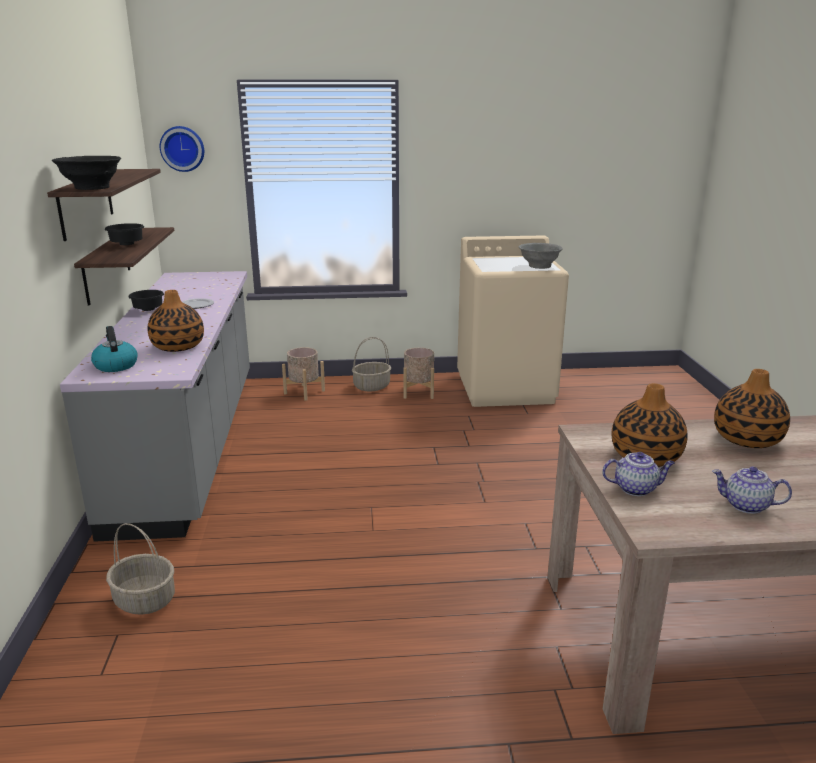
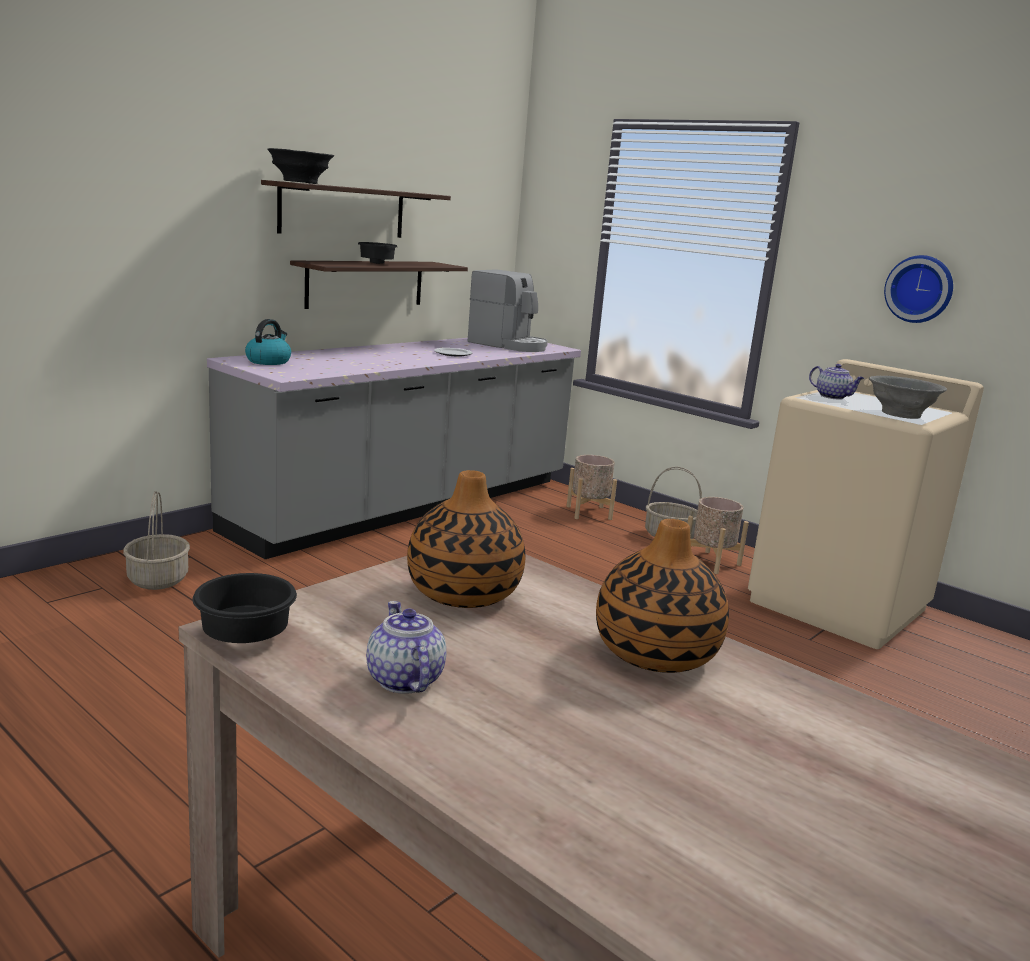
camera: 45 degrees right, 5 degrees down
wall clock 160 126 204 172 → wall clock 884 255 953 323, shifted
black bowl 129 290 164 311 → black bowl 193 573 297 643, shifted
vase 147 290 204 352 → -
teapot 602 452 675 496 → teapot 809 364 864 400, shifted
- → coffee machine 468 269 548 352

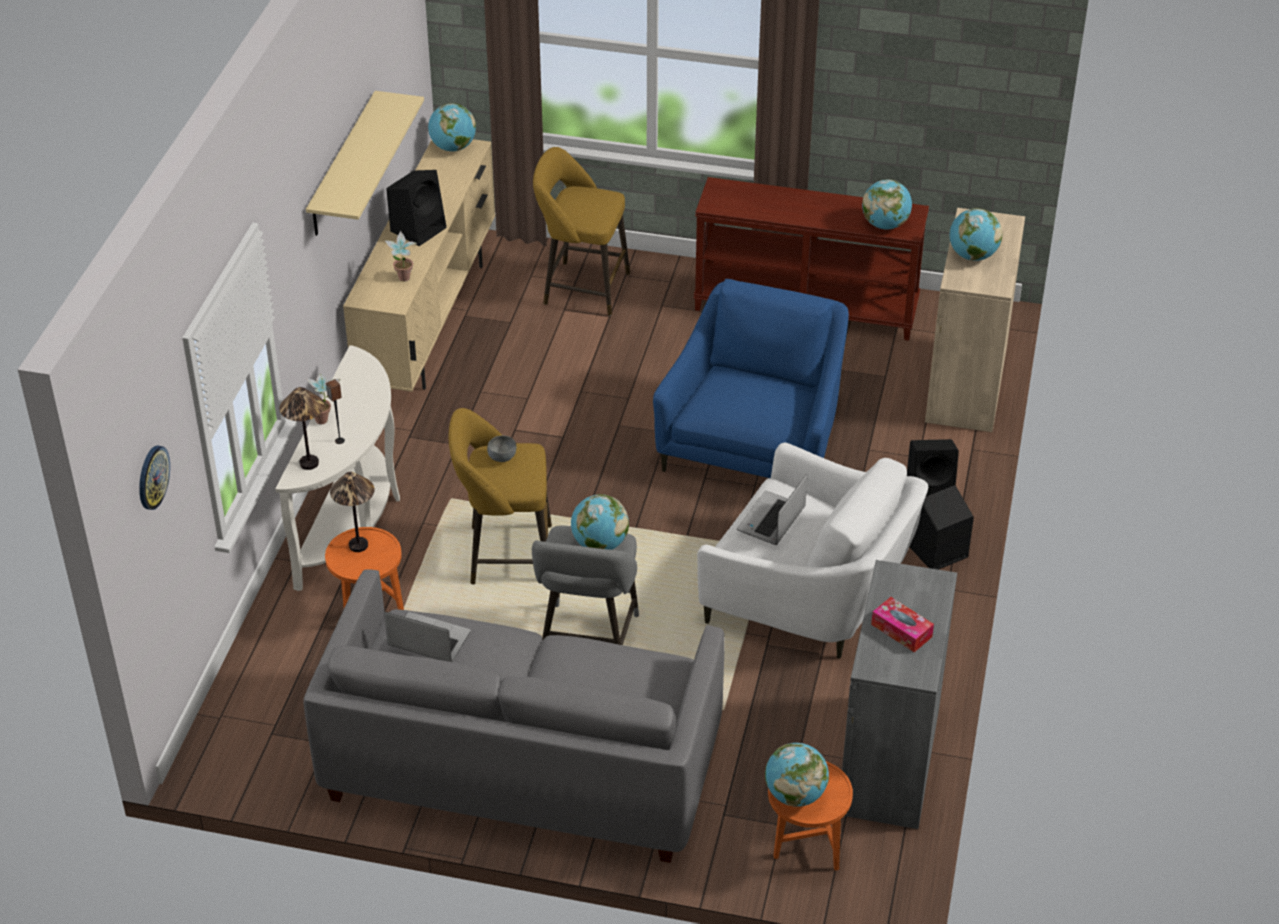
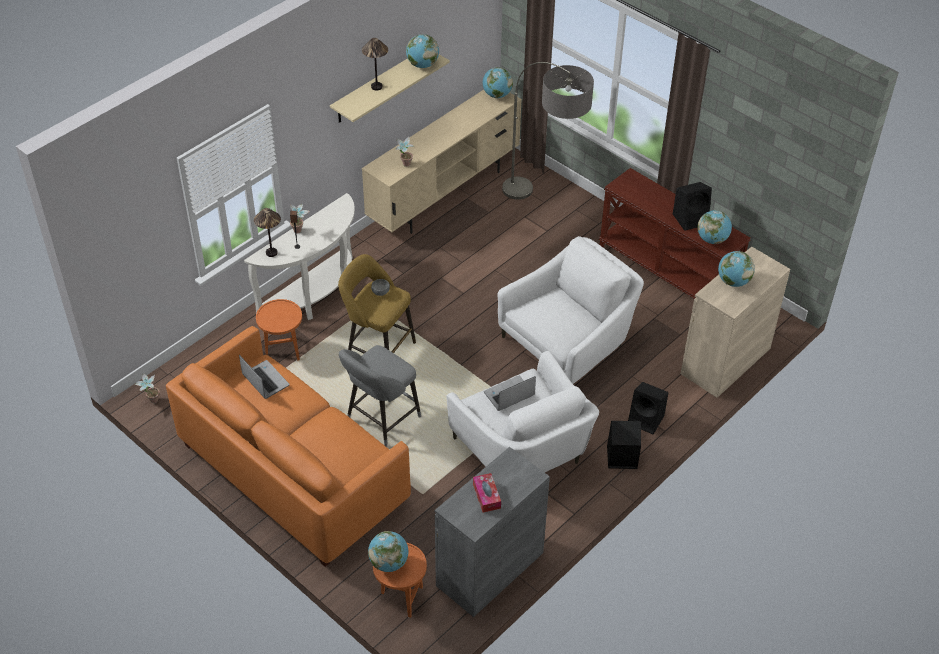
camera: 30 degrees right, 5 degrees up
yellow stool 533 147 630 316 → floor lamp 502 62 594 200
black speaker 386 170 447 246 → black speaker 673 182 712 231, shifted
blue armchair 653 279 849 478 → white armchair 497 236 644 384
wall clock 139 445 170 510 → -
table lamp 330 472 375 552 → table lamp 362 38 388 91, shifted
globe 571 494 629 550 → globe 406 34 439 68, shifted
grey sofa 303 569 724 863 → orange sofa 166 326 411 567
- → potted plant 134 373 159 403

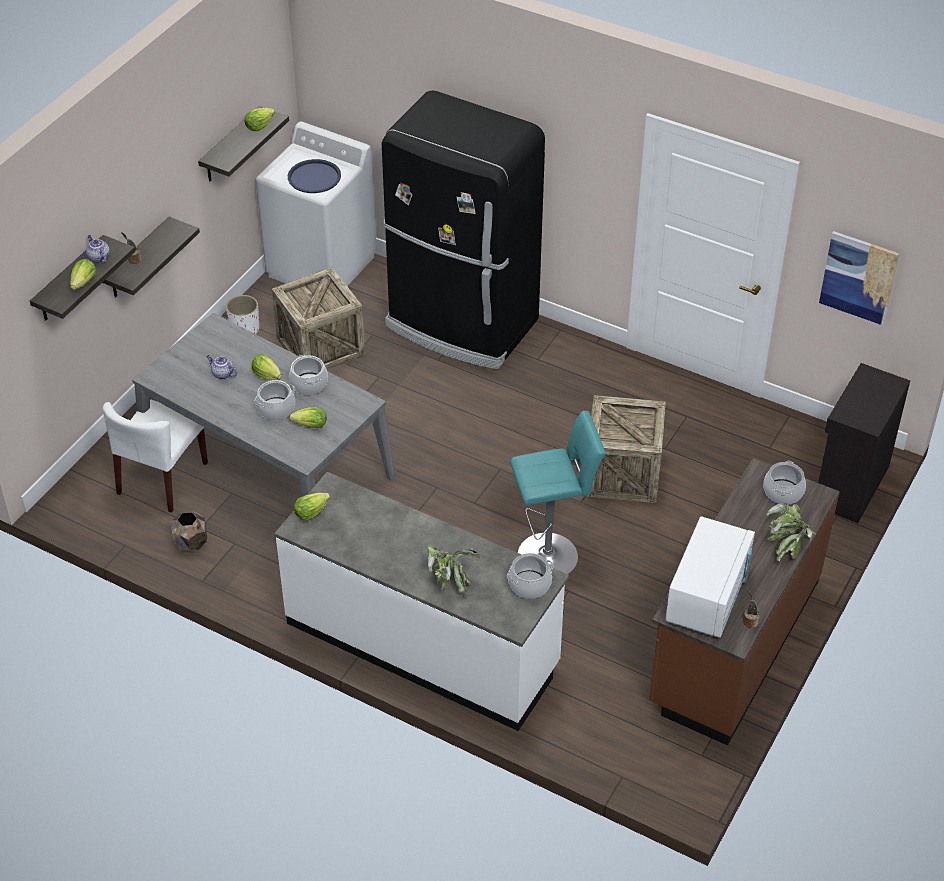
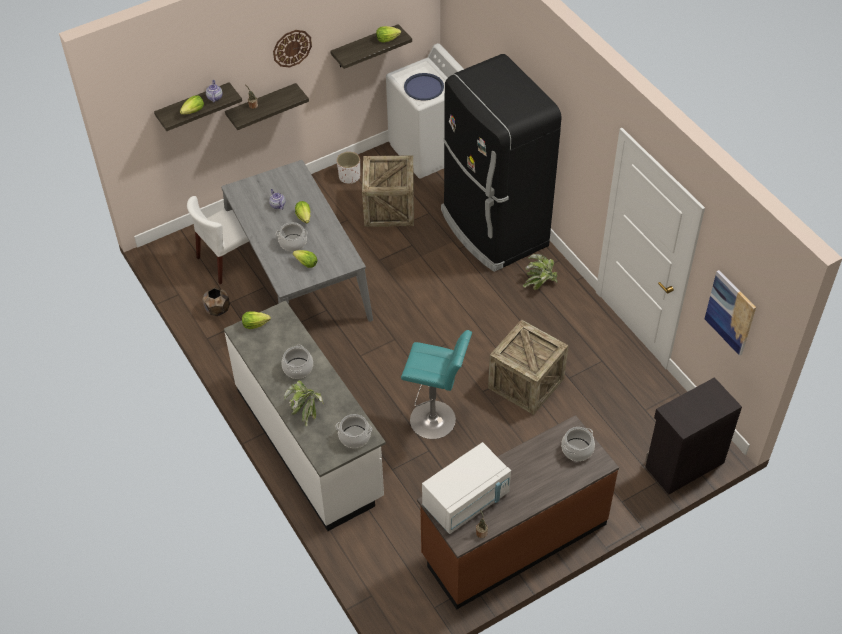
camera: 30 degrees right, 5 degrees up
cooking pot 289 355 328 395 → cooking pot 281 345 313 379, shifted
potted plant 766 503 816 561 → potted plant 523 254 558 290, shifted
- → wall clock 273 30 312 68

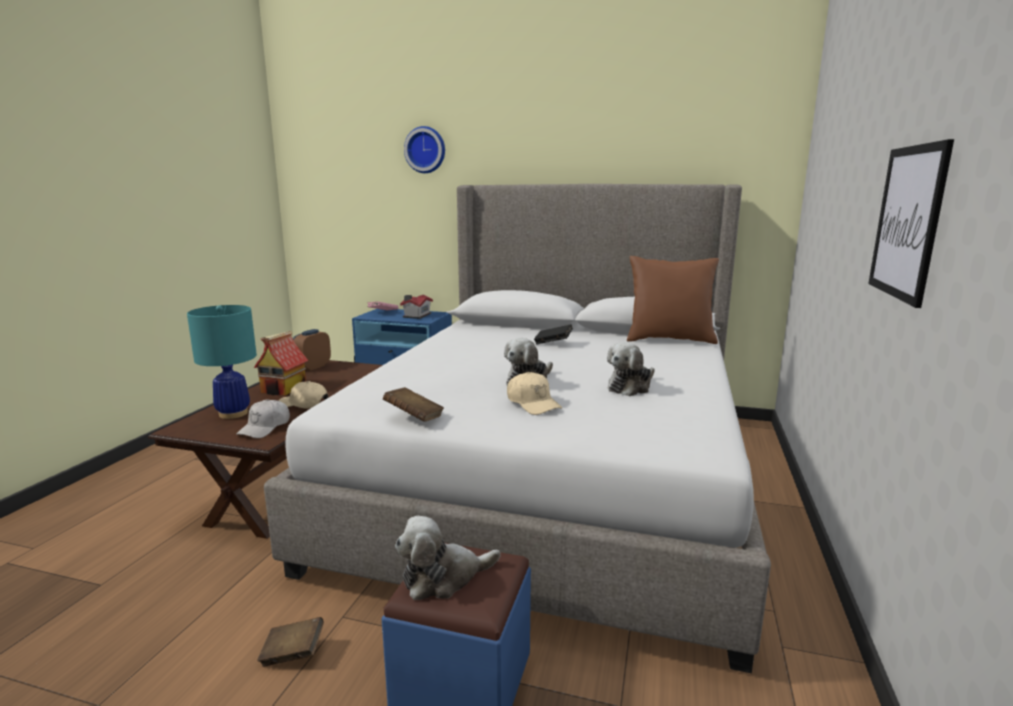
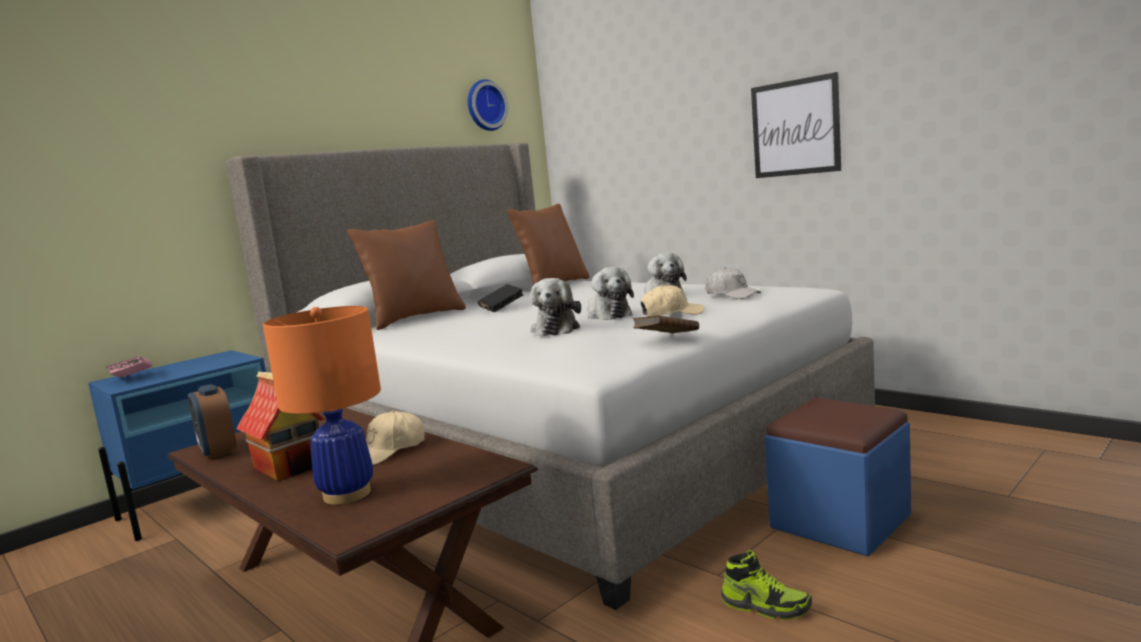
camera: 60 degrees left, 5 degrees down
wall clock 404 126 445 173 → wall clock 468 79 508 131, shifted
toy house 400 295 433 319 → -
turquoise table lamp 187 305 257 419 → orange table lamp 263 306 381 505
white cap 236 399 290 438 → white cap 706 267 762 299, shifted
plush toy 395 516 501 600 → plush toy 530 278 581 336, shifted
brown book 257 617 324 667 → shoe 721 550 812 620
- → brown pillow 347 220 466 330

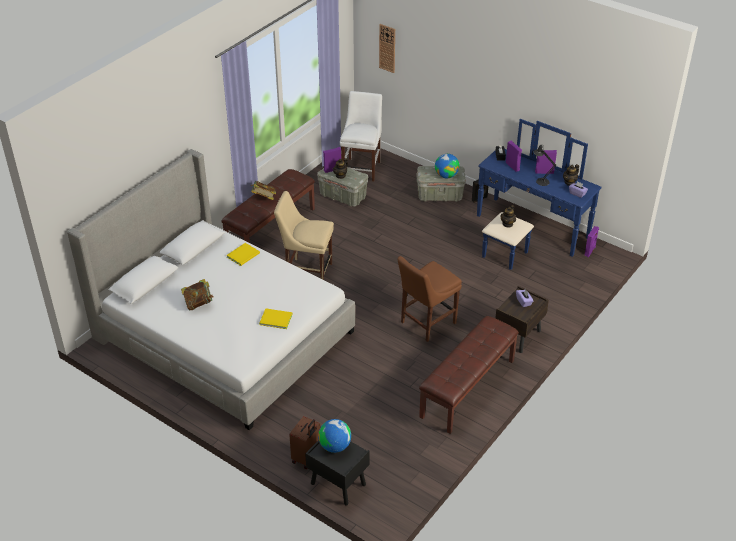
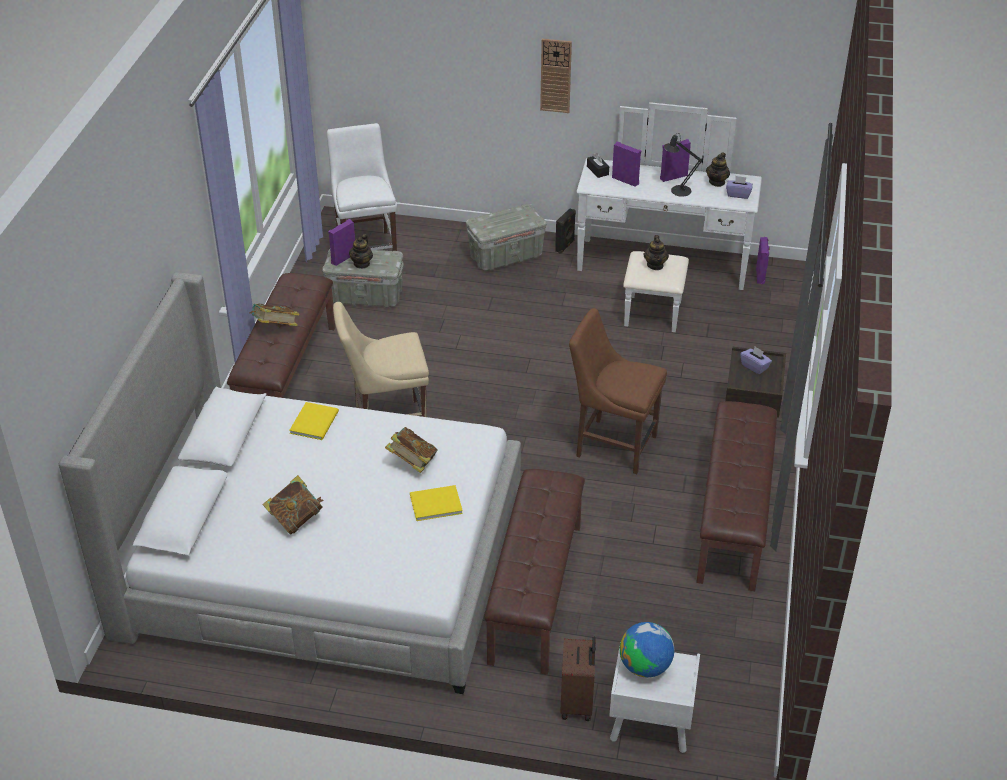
camera: 25 degrees left, 0 degrees up
wall clock 379 24 395 73 → wall clock 540 39 572 113, shifted
blue dresser 477 119 602 270 → white dresser 576 102 762 332
globe 435 154 460 178 → -
brown chair 397 256 462 342 → brown chair 569 308 667 474, 90 degrees clockwise
black nightstand 305 440 369 505 → white nightstand 609 647 700 753
- → book 385 427 438 473
- → brown bench 484 469 585 675

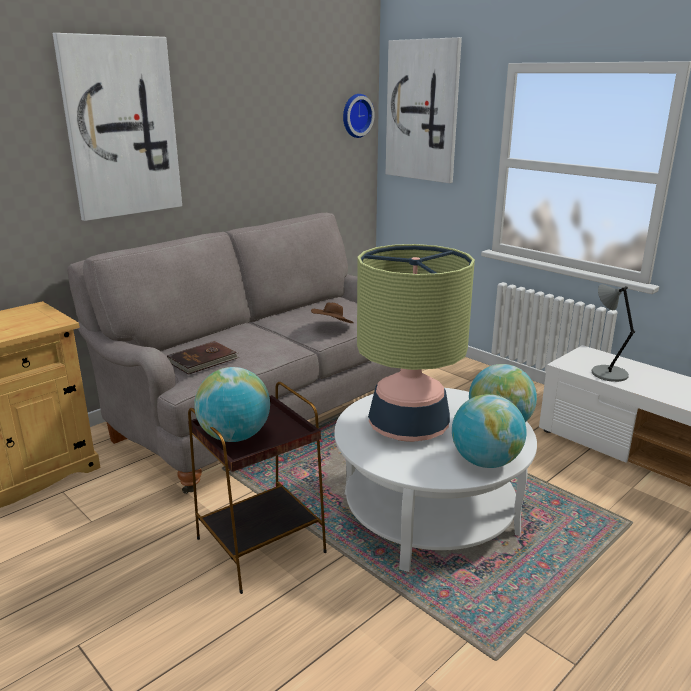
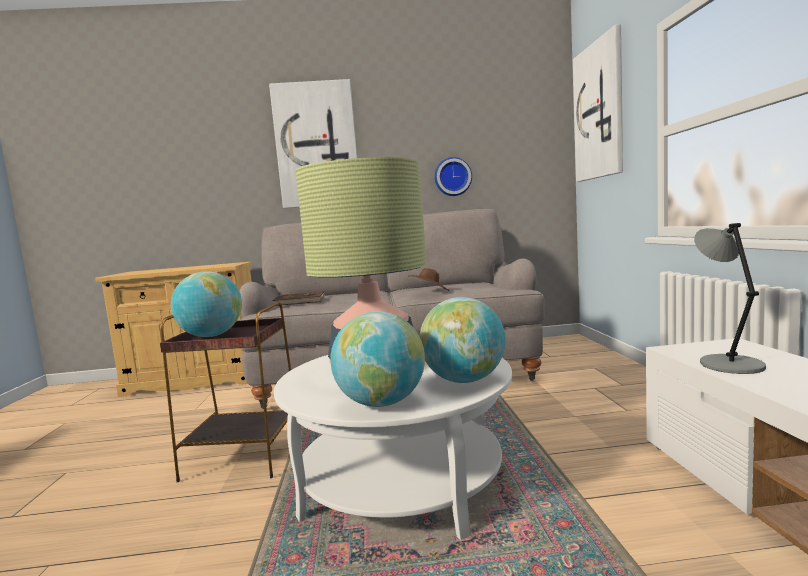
camera: 40 degrees right, 15 degrees down
wall clock 343 94 375 138 → wall clock 435 157 472 196, shifted

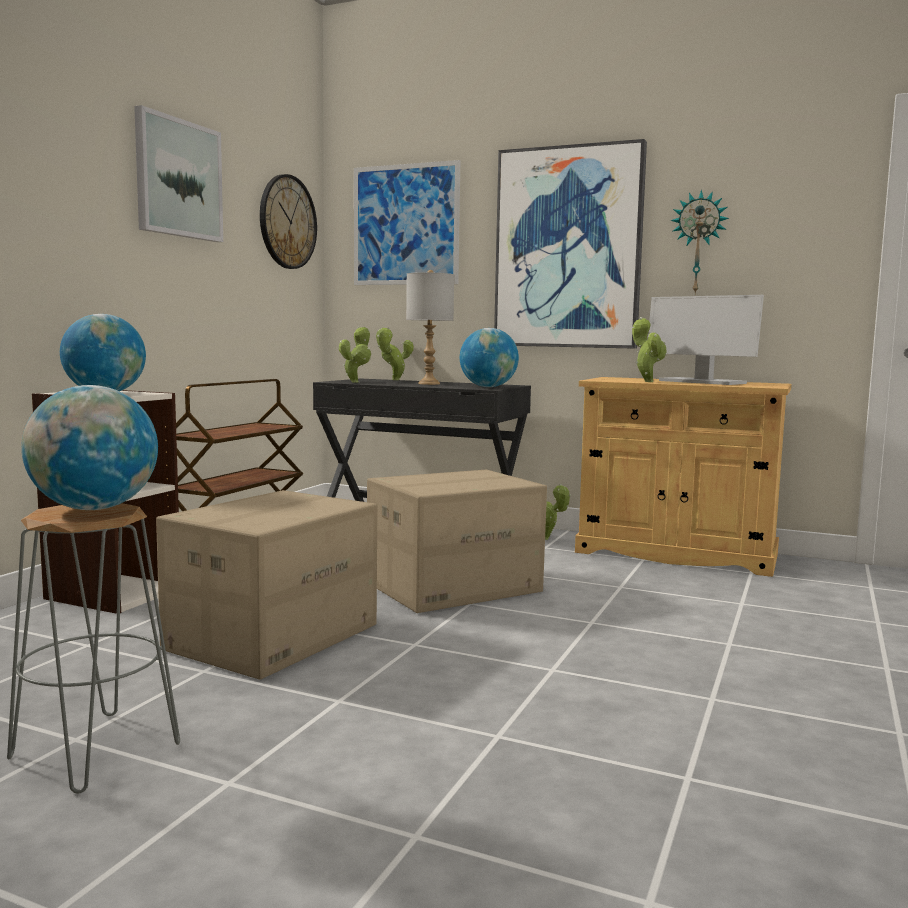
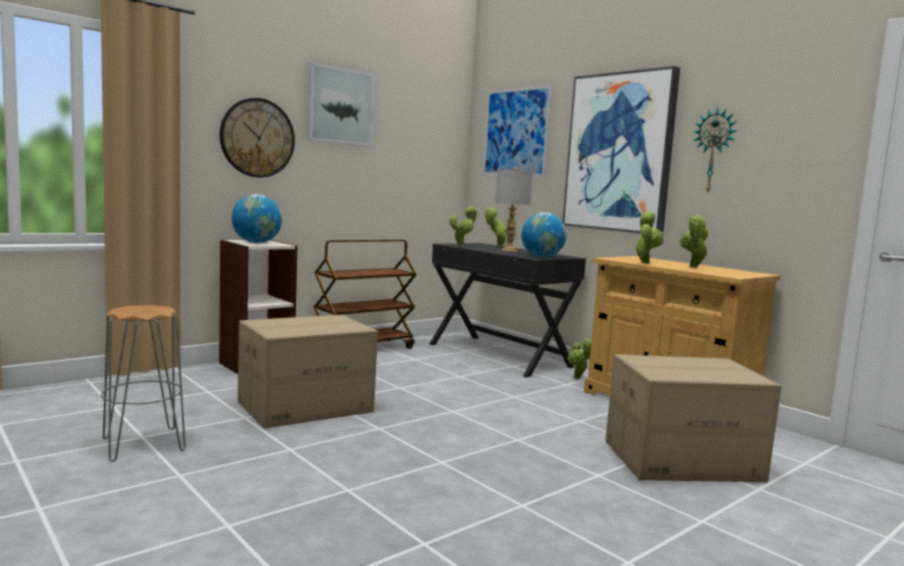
camera: 25 degrees right, 0 degrees up
wall clock 260 174 317 269 → wall clock 220 98 295 177, shifted
monitor 648 295 764 385 → potted plant 680 215 708 268
globe 21 385 158 510 → -
cardboard box 367 469 547 613 → cardboard box 605 354 781 482, shifted

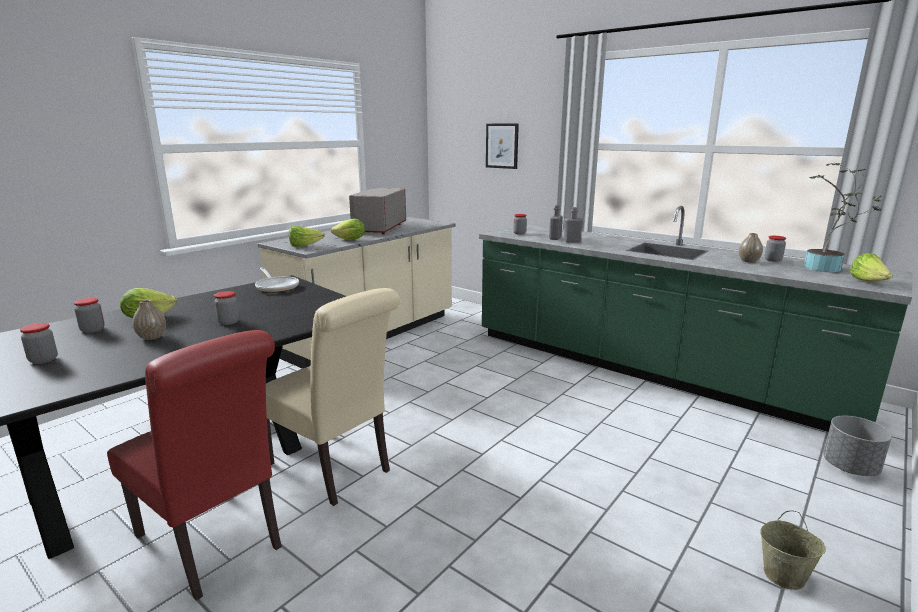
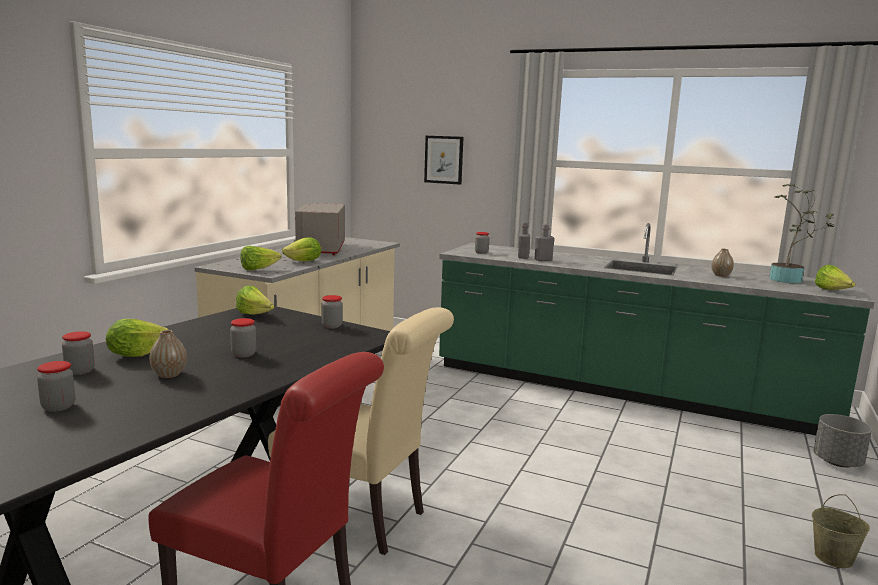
camera: 15 degrees left, 5 degrees down
jar 765 236 786 262 → jar 322 295 343 328, shifted
frying pan 255 267 299 292 → lettuce 236 286 274 315

